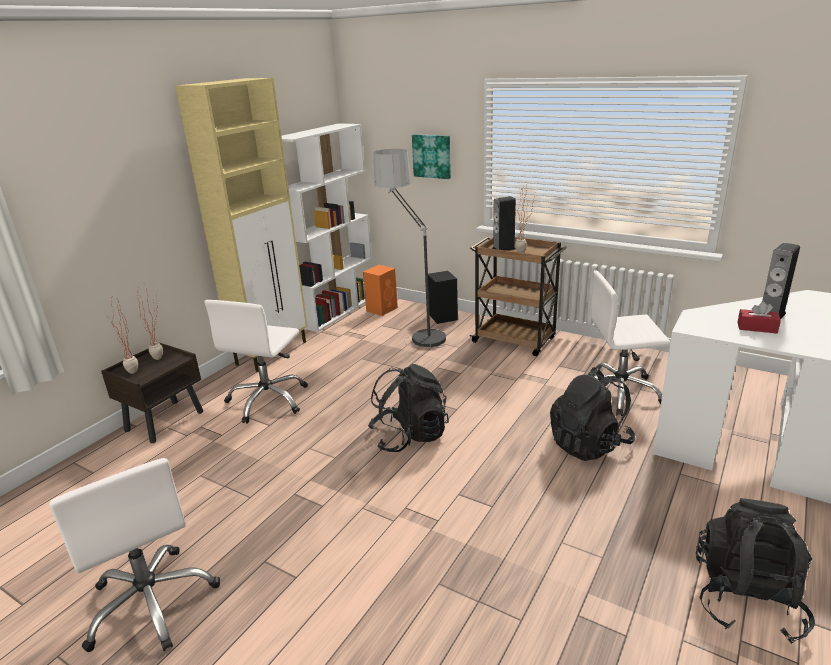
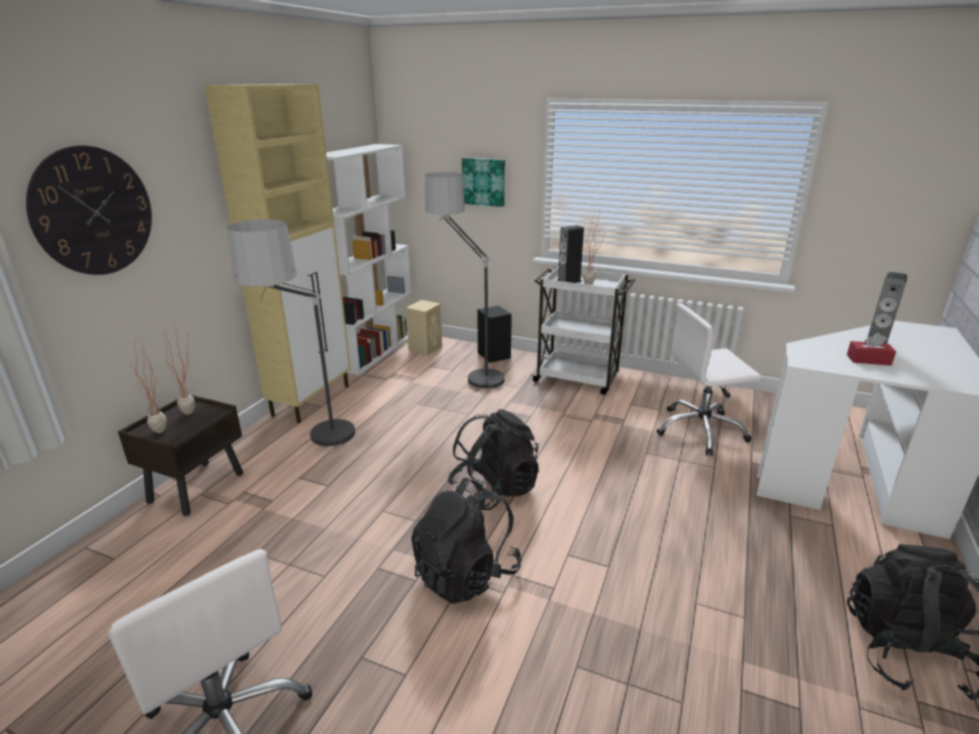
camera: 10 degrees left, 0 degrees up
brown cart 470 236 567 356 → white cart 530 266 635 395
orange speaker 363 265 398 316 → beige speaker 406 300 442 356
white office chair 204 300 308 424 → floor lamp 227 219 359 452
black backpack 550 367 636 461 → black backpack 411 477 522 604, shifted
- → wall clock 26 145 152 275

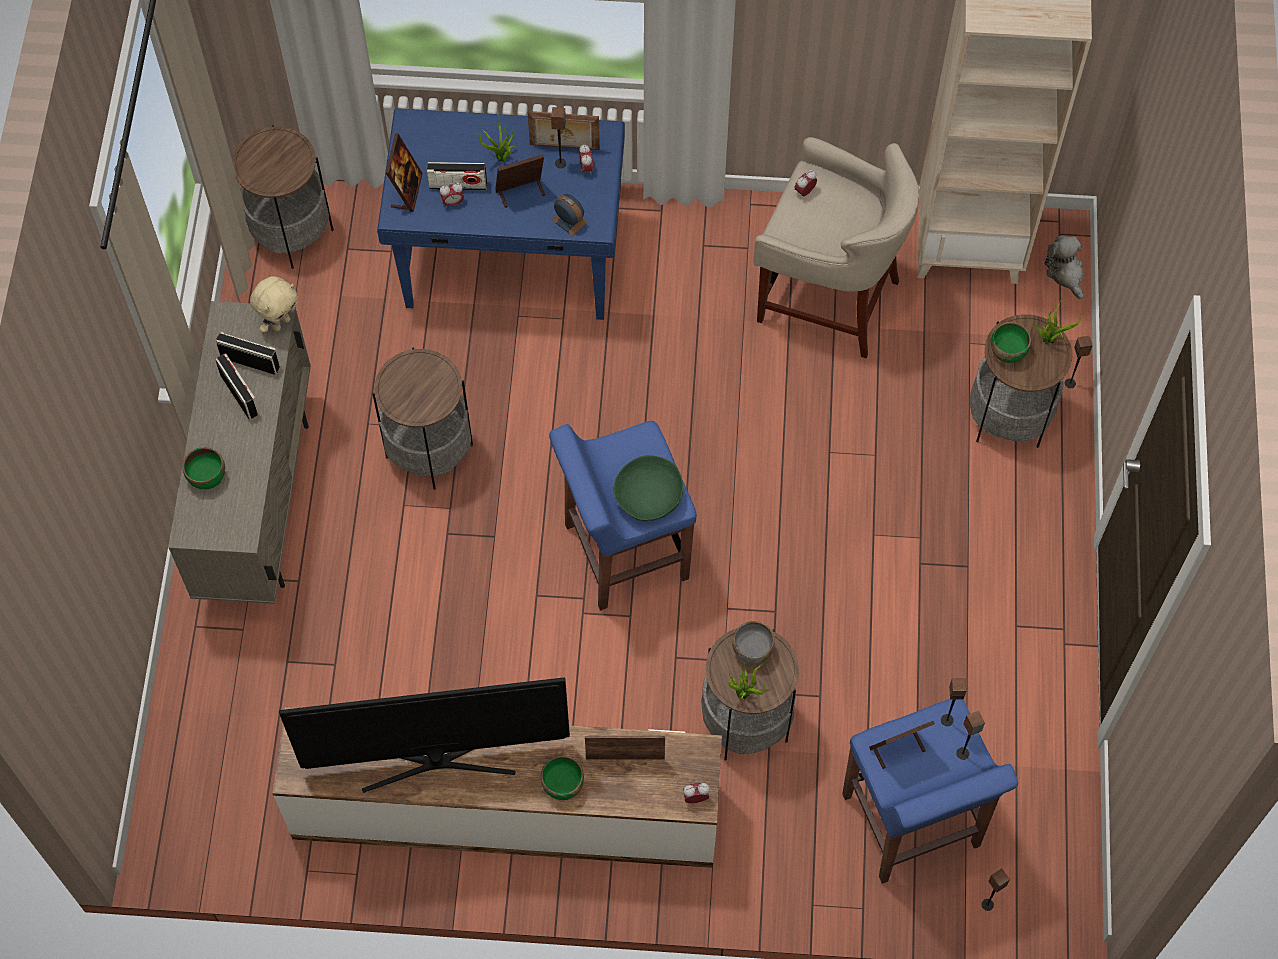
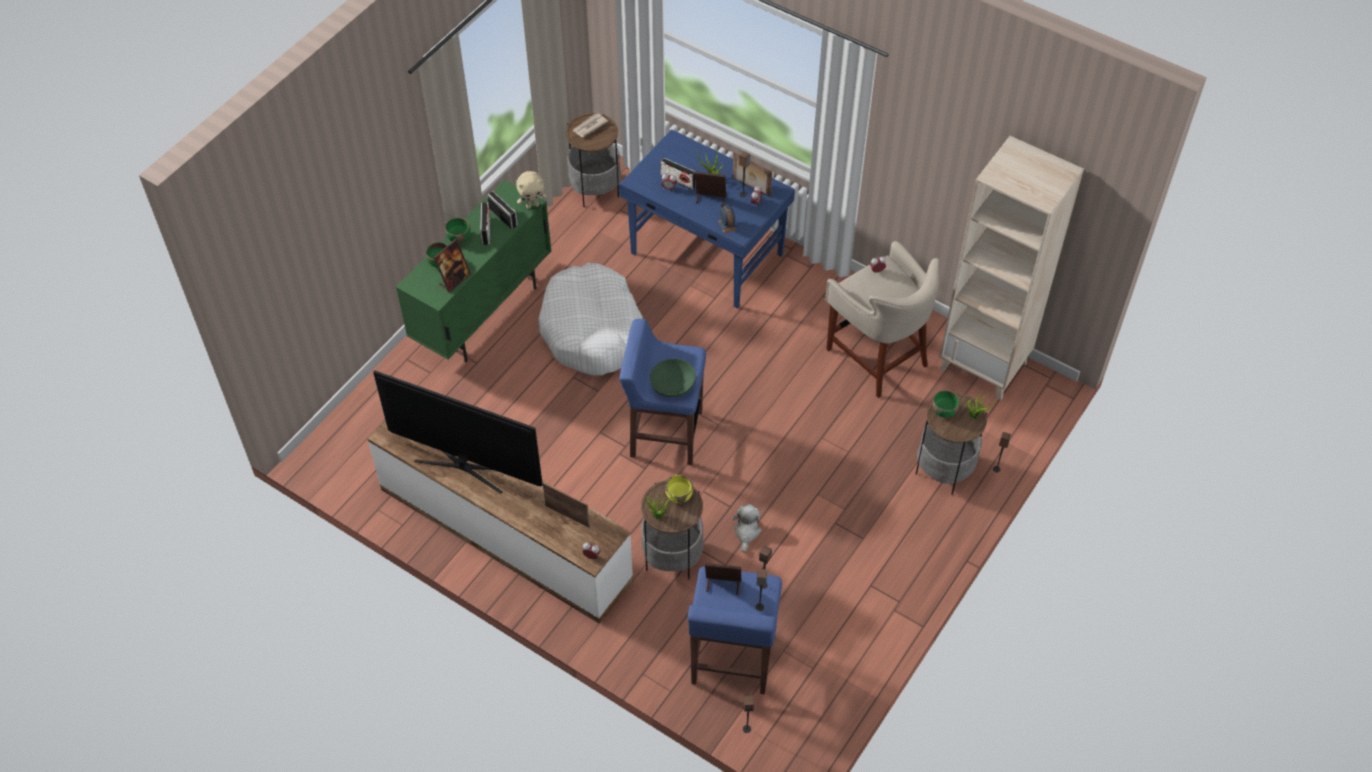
camera: 30 degrees right, 10 degrees down
picture frame 385 133 423 212 → picture frame 434 239 471 293, shifted
plush toy 1044 236 1084 300 → plush toy 732 504 762 553, shifted
beige cabinet 168 301 311 604 → green cabinet 396 179 551 362
side table 372 348 473 490 → white dog bed 538 263 643 375
grey bowl 732 621 775 664 → yellow bowl 665 475 693 503
green bowl 541 756 584 800 → green bowl 445 218 470 243, shifted
- → newspaper 573 113 608 137

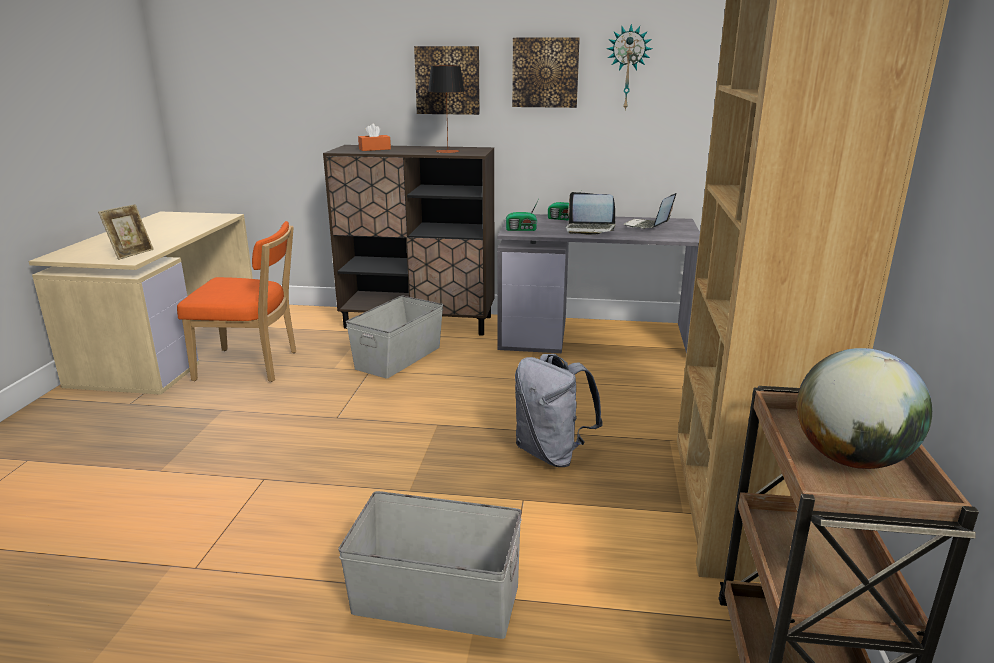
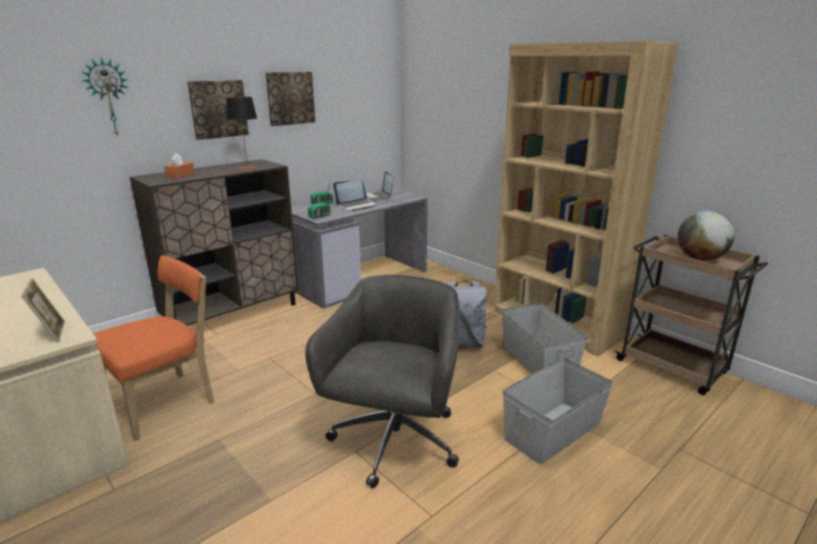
camera: 50 degrees left, 0 degrees up
wall clock 607 24 652 111 → wall clock 82 57 129 137, shifted
grey storage box 346 296 443 379 → grey storage box 501 303 588 374, shifted
- → grey office chair 305 275 460 488

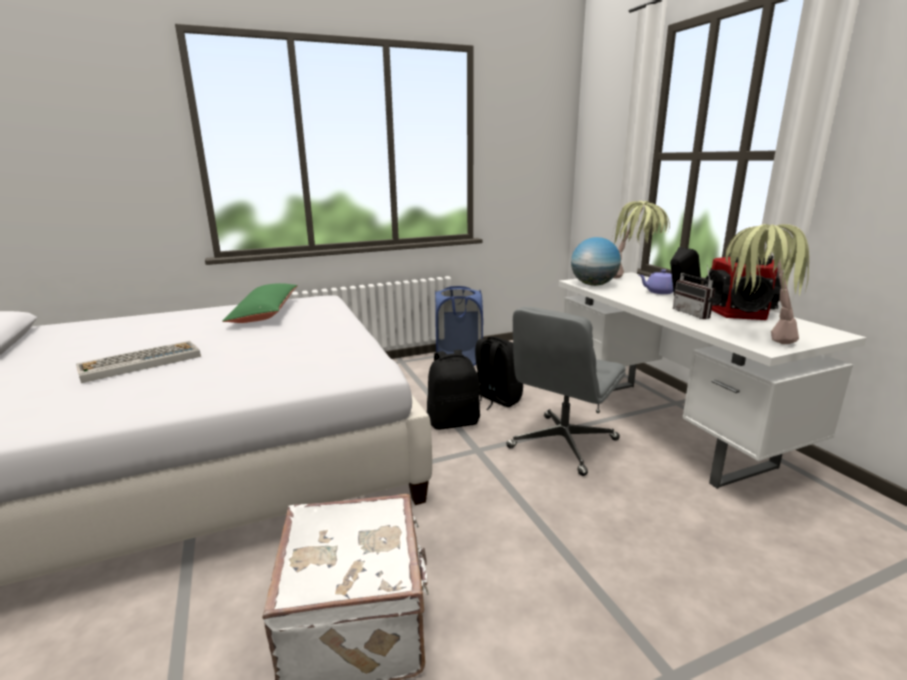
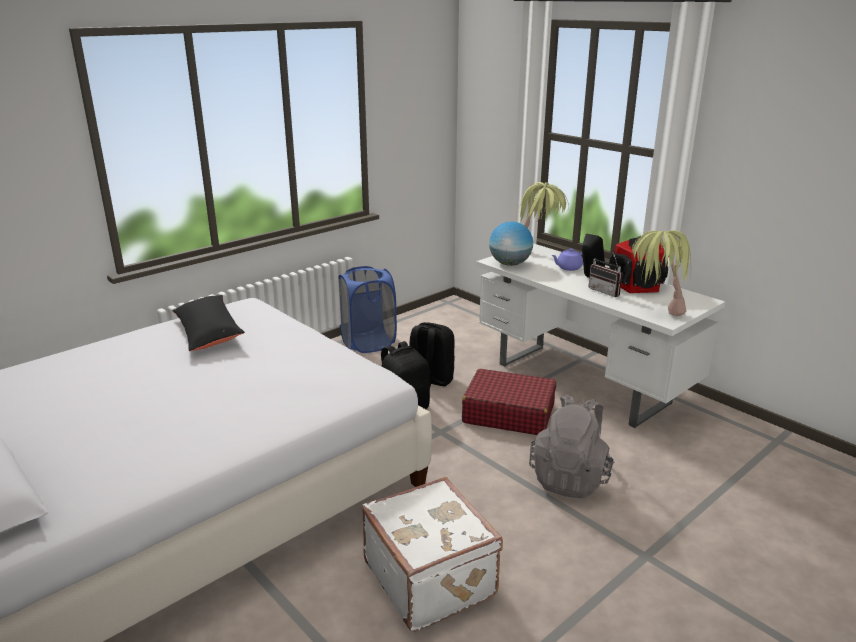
camera: 20 degrees left, 5 degrees up
green pillow 222 283 298 323 → black pillow 173 295 245 351
grey office chair 506 306 626 476 → red suitcase 462 369 556 435
keyboard 76 341 201 383 → -
- → grey backpack 529 394 615 498

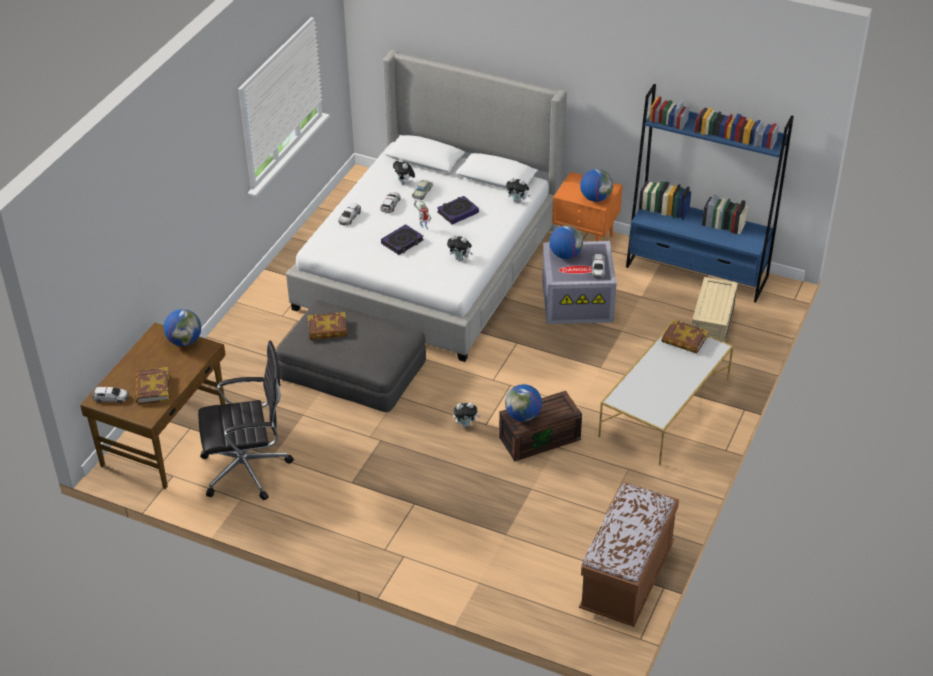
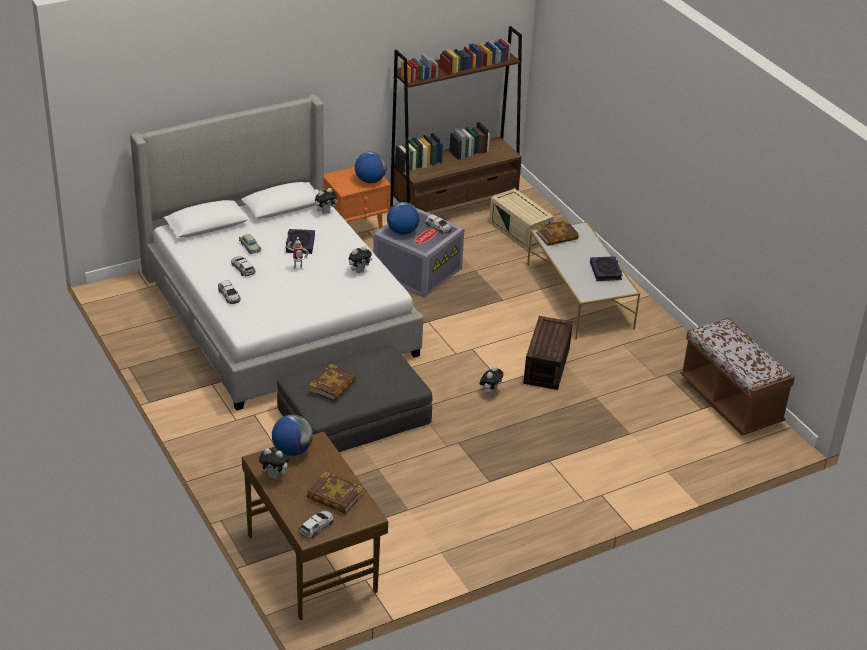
camera: 55 degrees left, 5 degrees down
blue bookcase 626 84 794 302 → brown bookcase 390 26 522 212
plush toy 393 158 415 185 → plush toy 259 448 291 479, shifted
book 381 224 424 255 → book 590 256 623 281, shifted
black office chair 198 341 294 500 → -
globe 505 384 542 422 → -

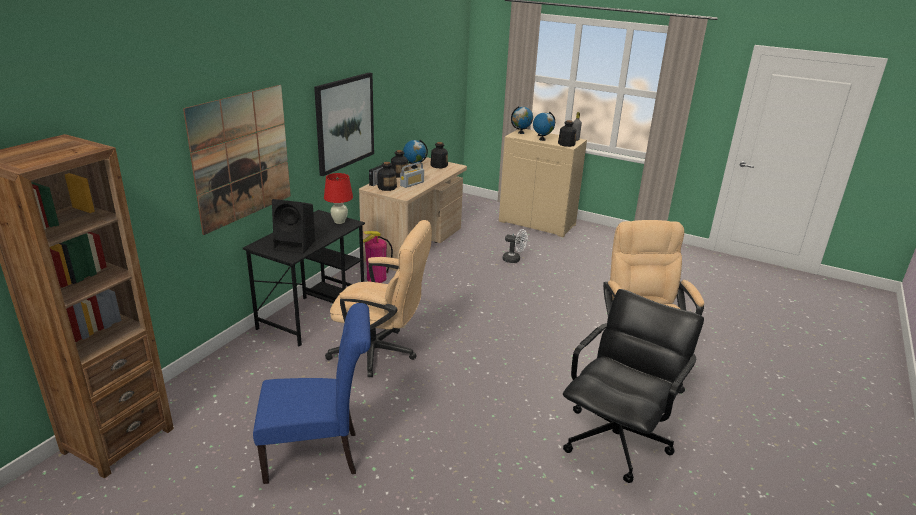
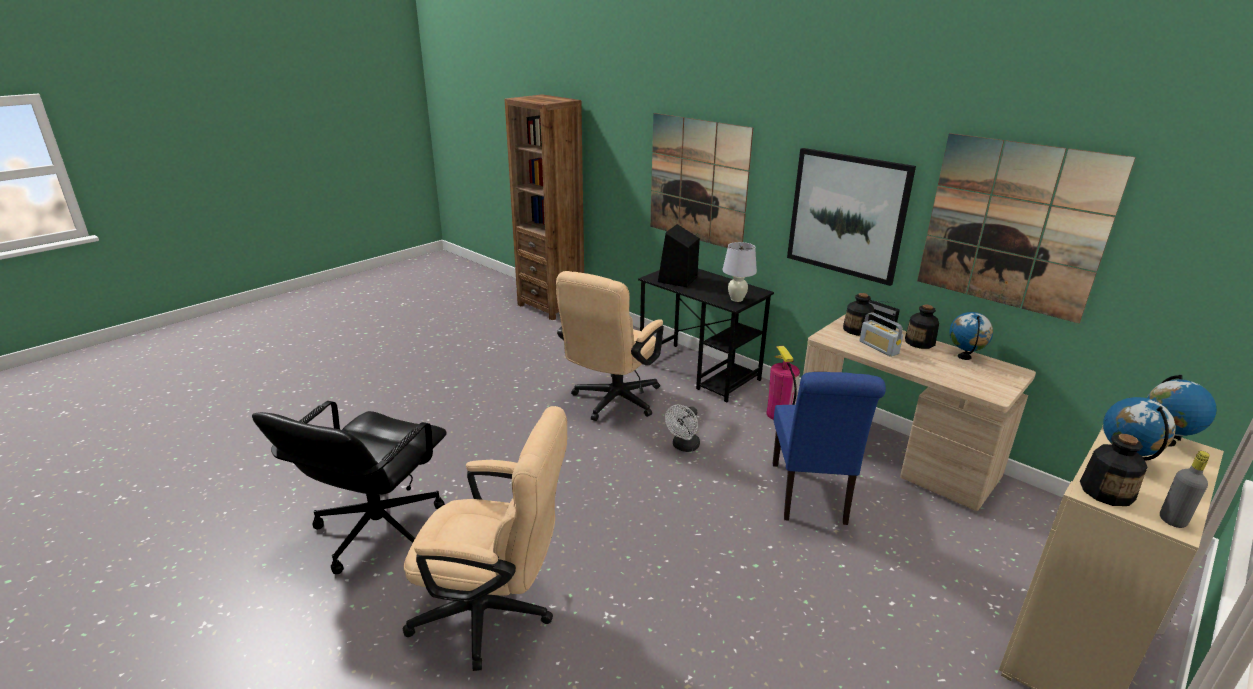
camera: 105 degrees right, 0 degrees up
bottle 430 142 448 168 → -
red table lamp 324 173 353 224 → white table lamp 722 242 757 302
white fan 502 229 528 263 → white fan 665 405 700 452, shifted
black office chair 563 289 704 483 → black office chair 252 401 447 574, 60 degrees clockwise
blue chair 253 303 371 484 → blue chair 773 372 886 525, shifted
- → picture 917 133 1136 323

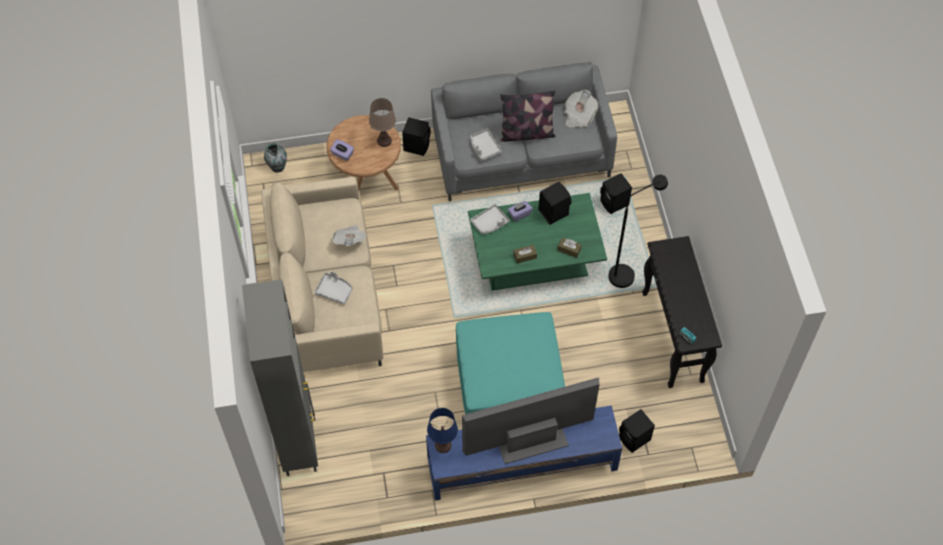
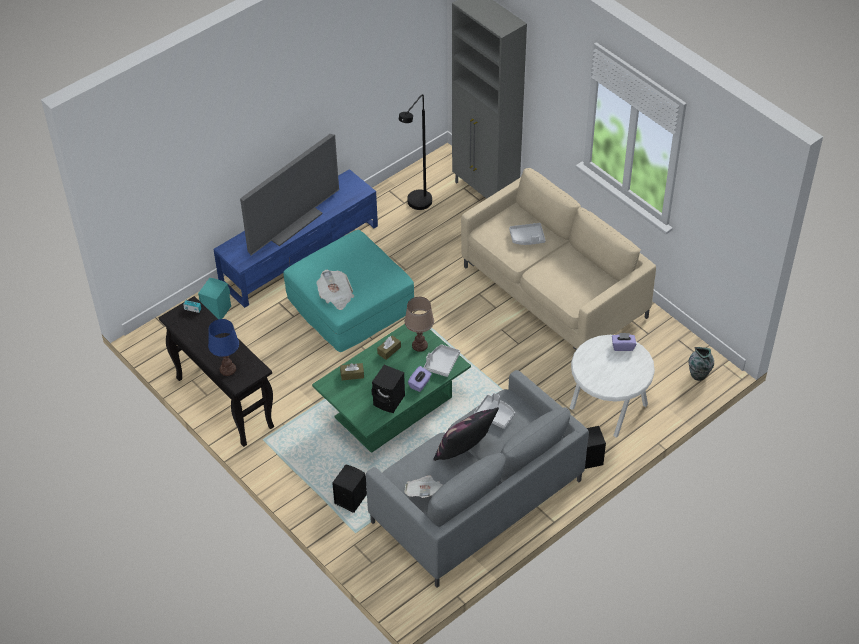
camera: 150 degrees right, 10 degrees down
brown table lamp 369 98 396 147 → brown table lamp 405 297 434 352, shifted
brown side table 327 115 401 192 → white side table 570 335 655 437
black floor lamp 608 175 668 288 → black floor lamp 399 94 432 210, shifted
newspaper 331 225 367 246 → newspaper 316 270 354 310, shifted
blue table lamp 427 408 458 453 → blue table lamp 208 319 239 376, shifted
black speaker 619 409 655 453 → turquoise speaker 198 278 231 319

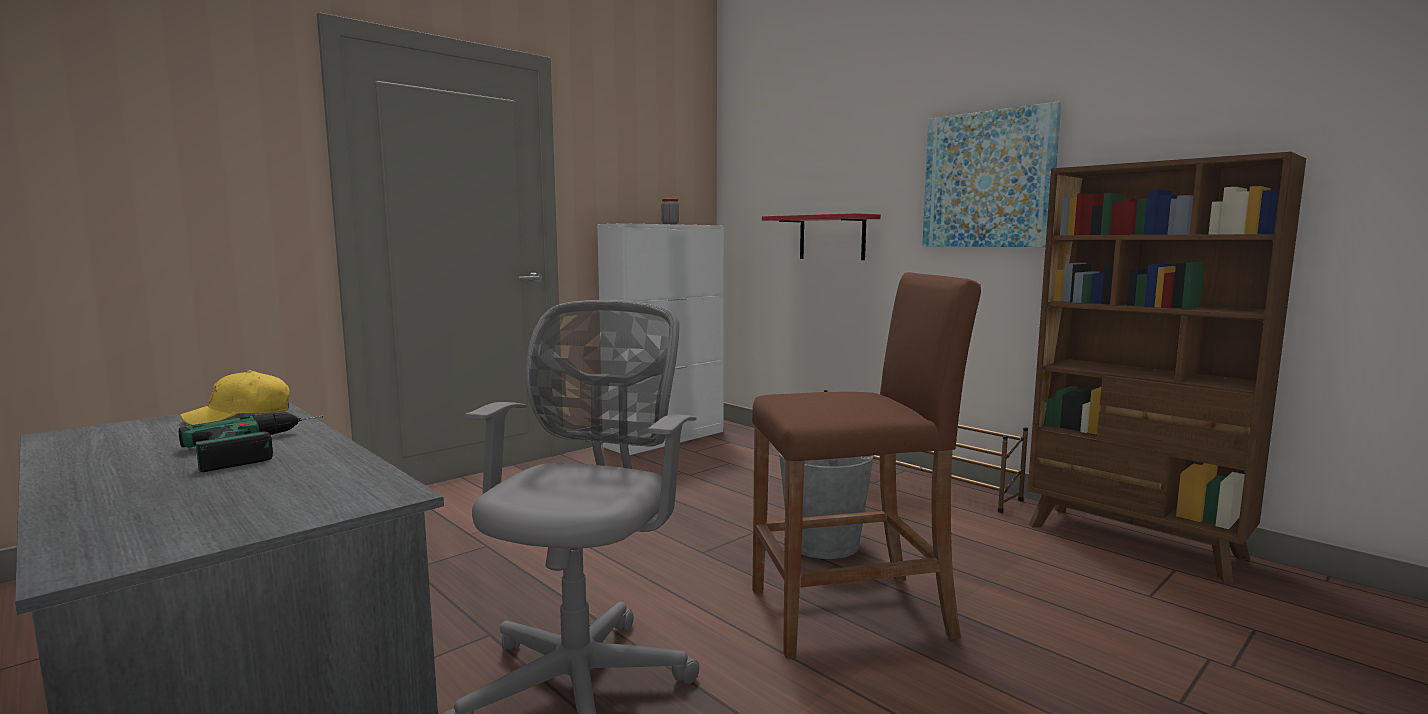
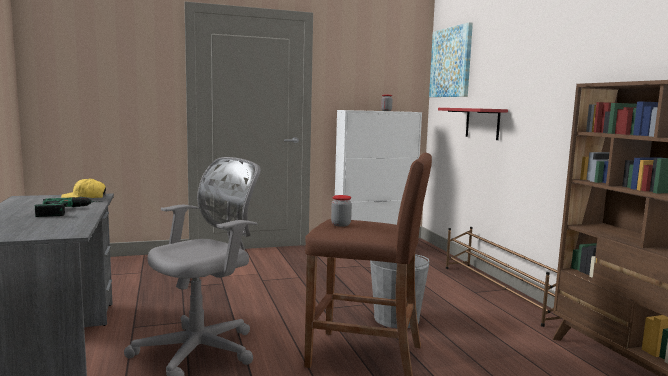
camera: 25 degrees right, 0 degrees up
picture 922 102 1061 247 → picture 429 22 473 97, shifted
- → jar 331 195 352 227

